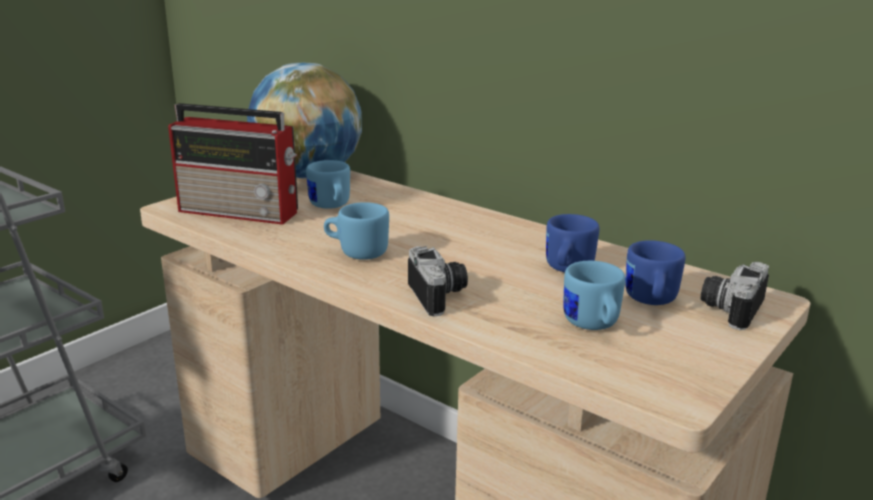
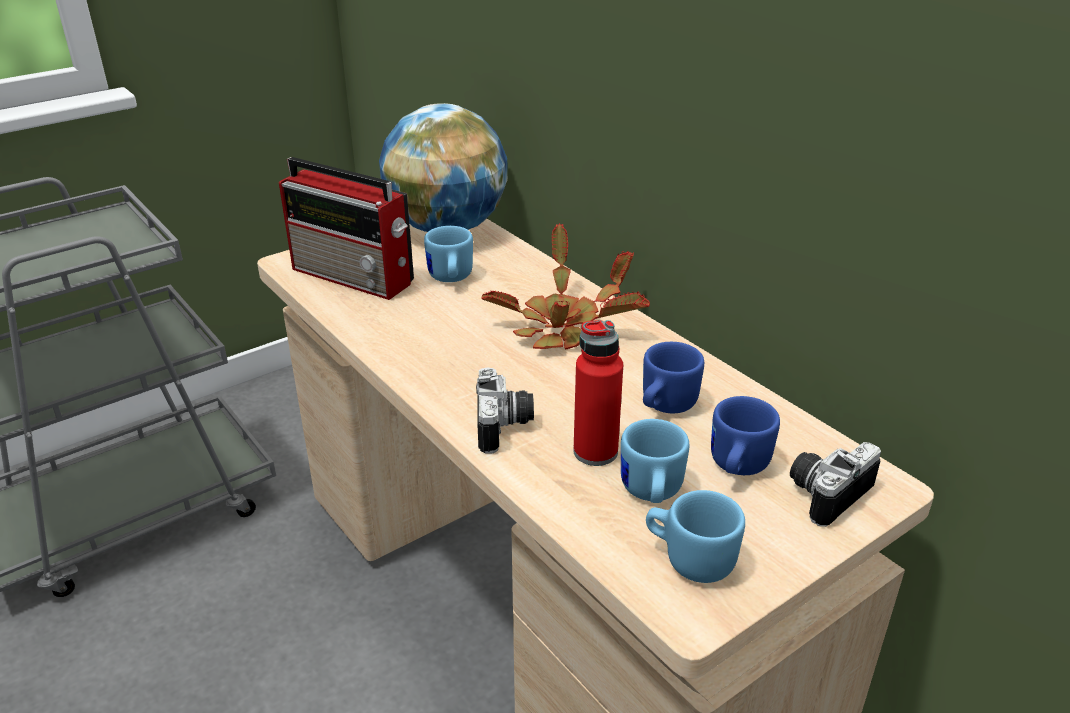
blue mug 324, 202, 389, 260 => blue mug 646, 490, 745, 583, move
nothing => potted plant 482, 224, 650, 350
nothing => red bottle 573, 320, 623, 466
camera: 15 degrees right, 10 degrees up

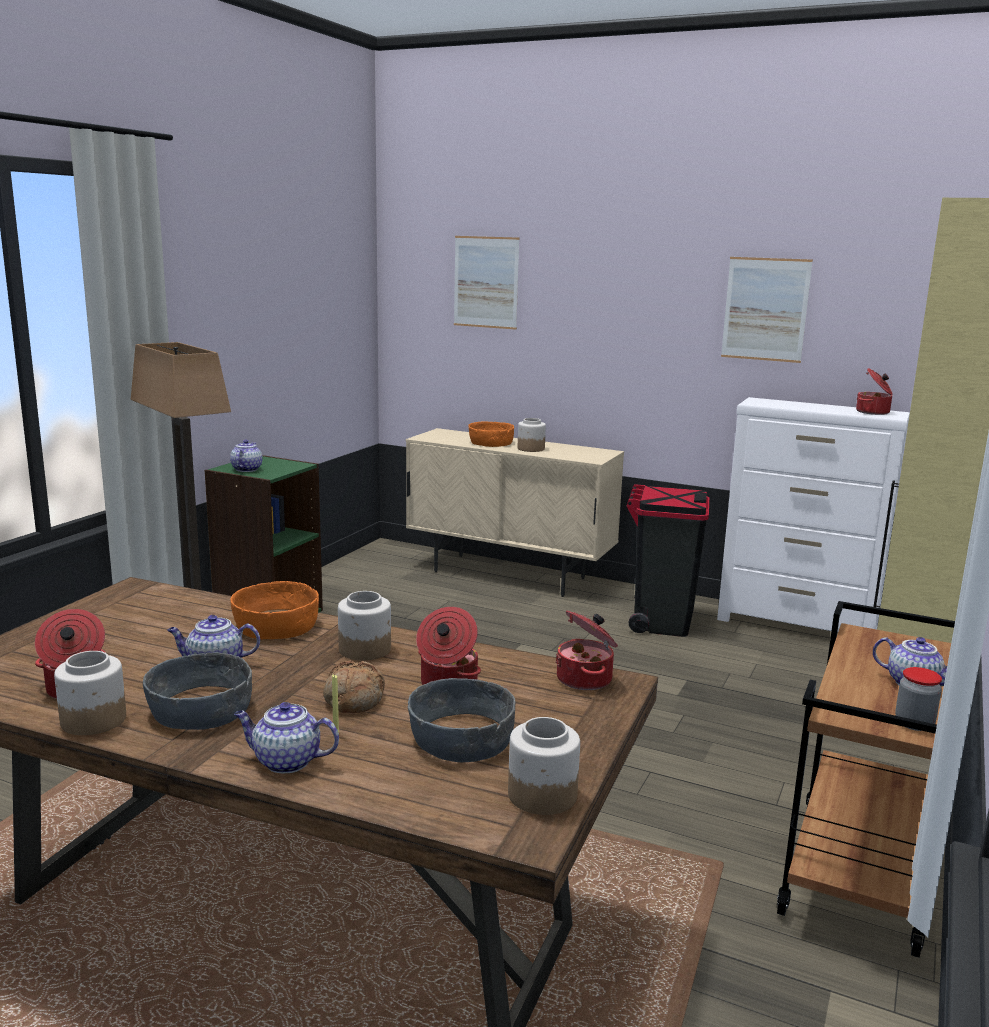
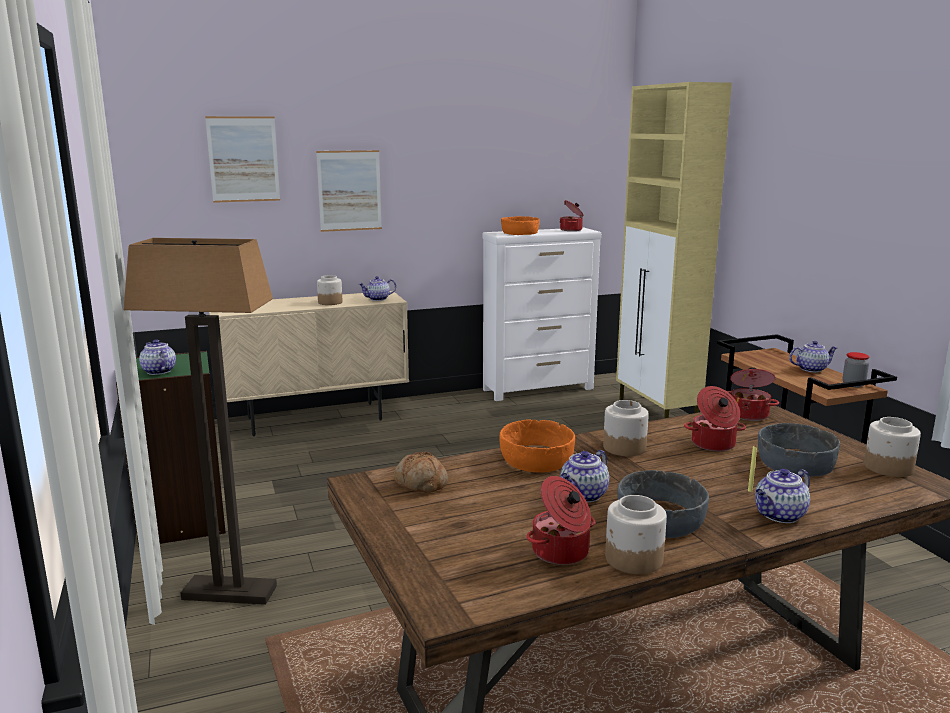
bread 323, 660, 385, 713 => bread 394, 452, 448, 493, move
orange bowl 469, 421, 514, 447 => orange bowl 501, 216, 539, 235, move
black trash can 626, 484, 709, 637 => nothing
picture 721, 257, 813, 363 => picture 316, 150, 382, 232, move
nothing => teapot 359, 276, 396, 301
camera: 45 degrees left, 0 degrees up

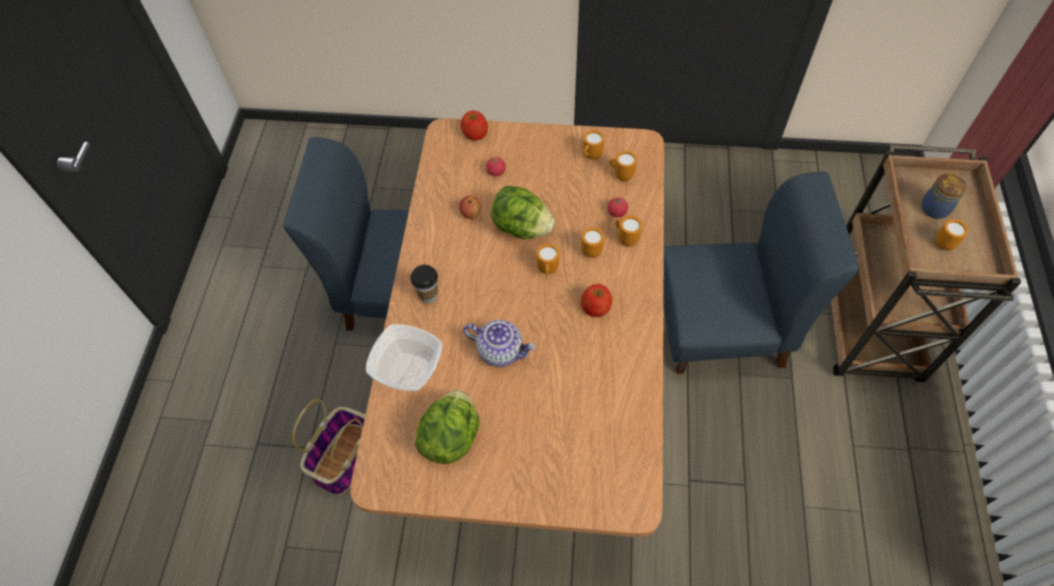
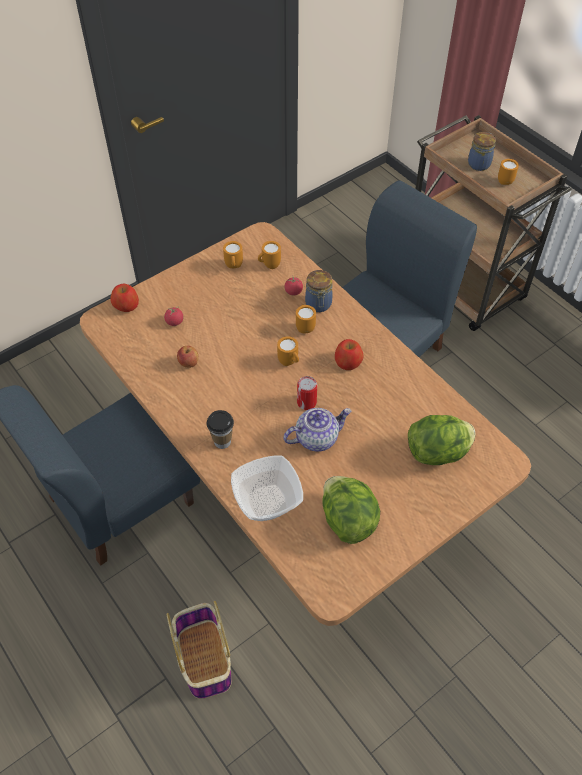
lettuce 491, 186, 555, 239 => lettuce 408, 415, 475, 465, move
orange mug 615, 216, 642, 247 => jar 305, 270, 332, 312
nothing => can 297, 376, 317, 410
camera: 45 degrees left, 5 degrees down

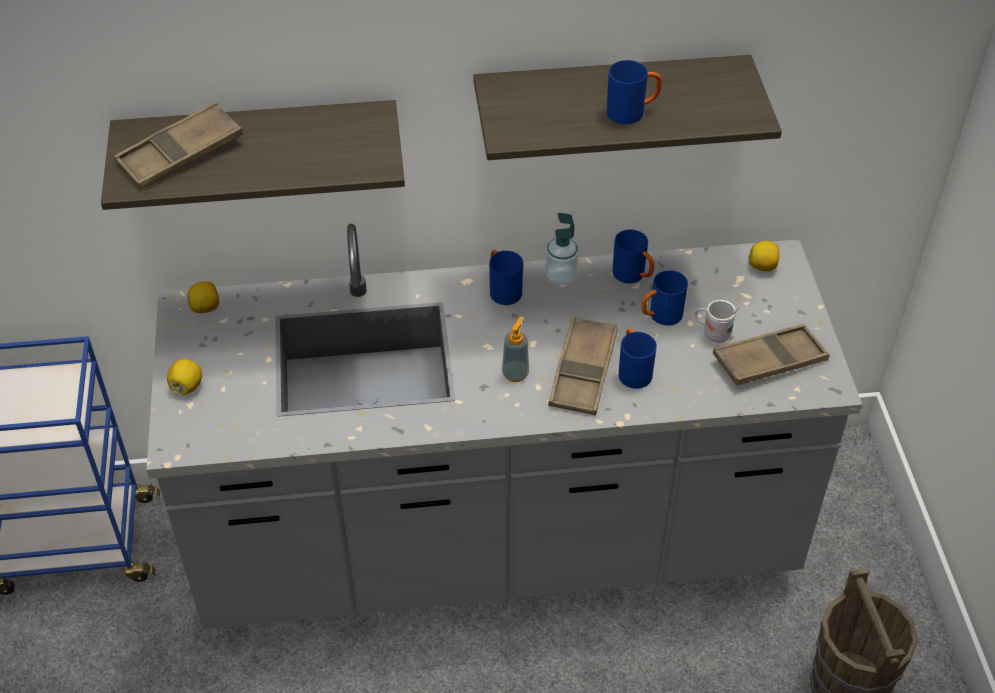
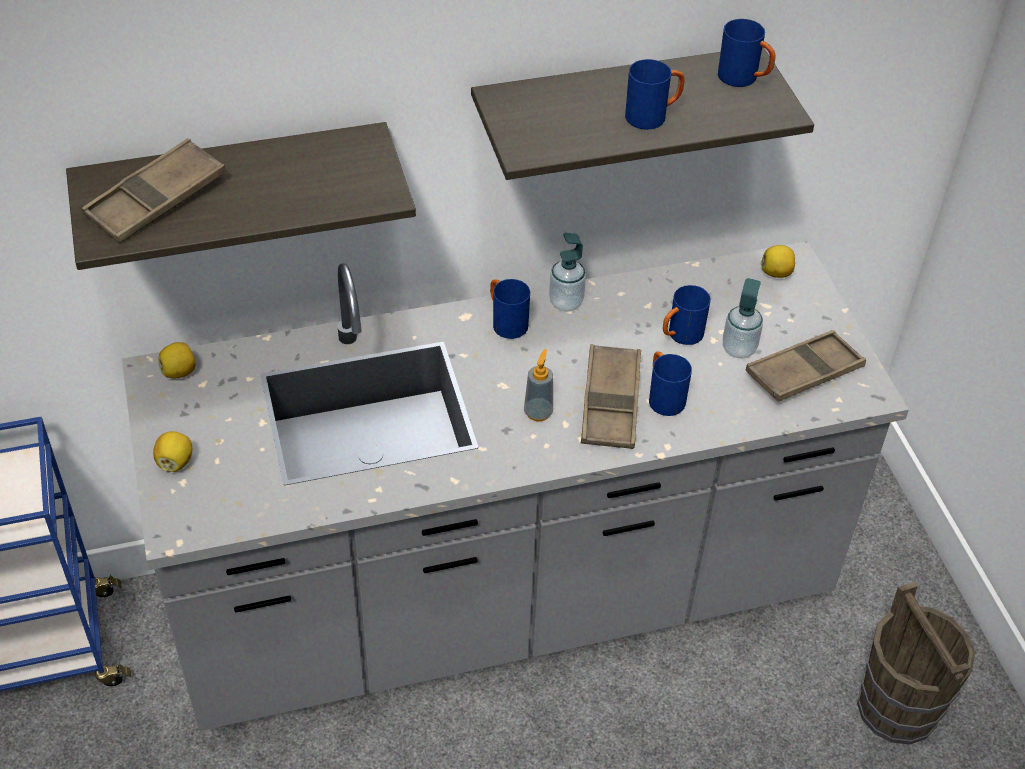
blue mug 613, 230, 654, 283 => blue mug 718, 19, 775, 87, move
white mug 694, 300, 739, 343 => soap dispenser 723, 278, 763, 359
camera: 10 degrees left, 0 degrees up

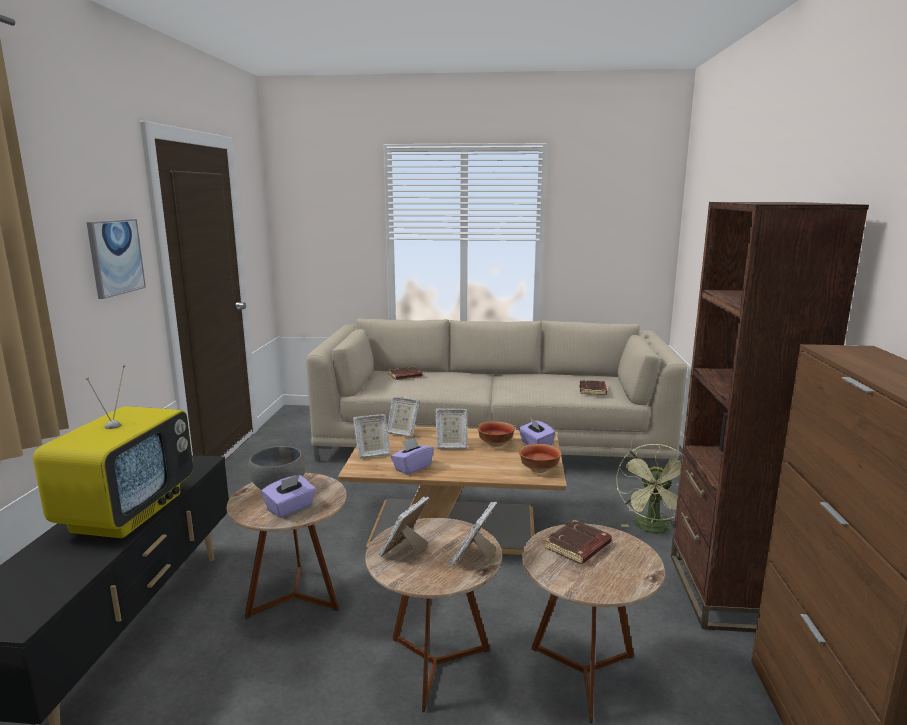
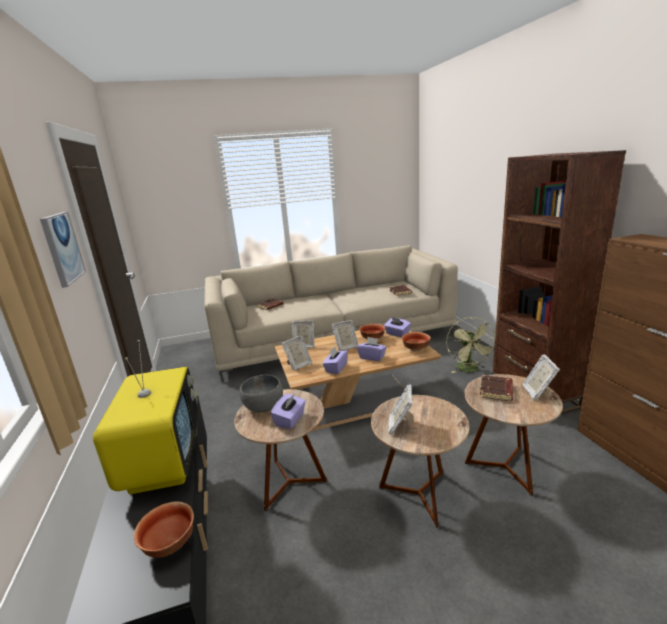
picture frame 450, 501, 497, 566 => picture frame 522, 354, 560, 401, move
nothing => bowl 134, 501, 194, 558
nothing => purple tissue box 357, 337, 387, 361
camera: 20 degrees left, 5 degrees up

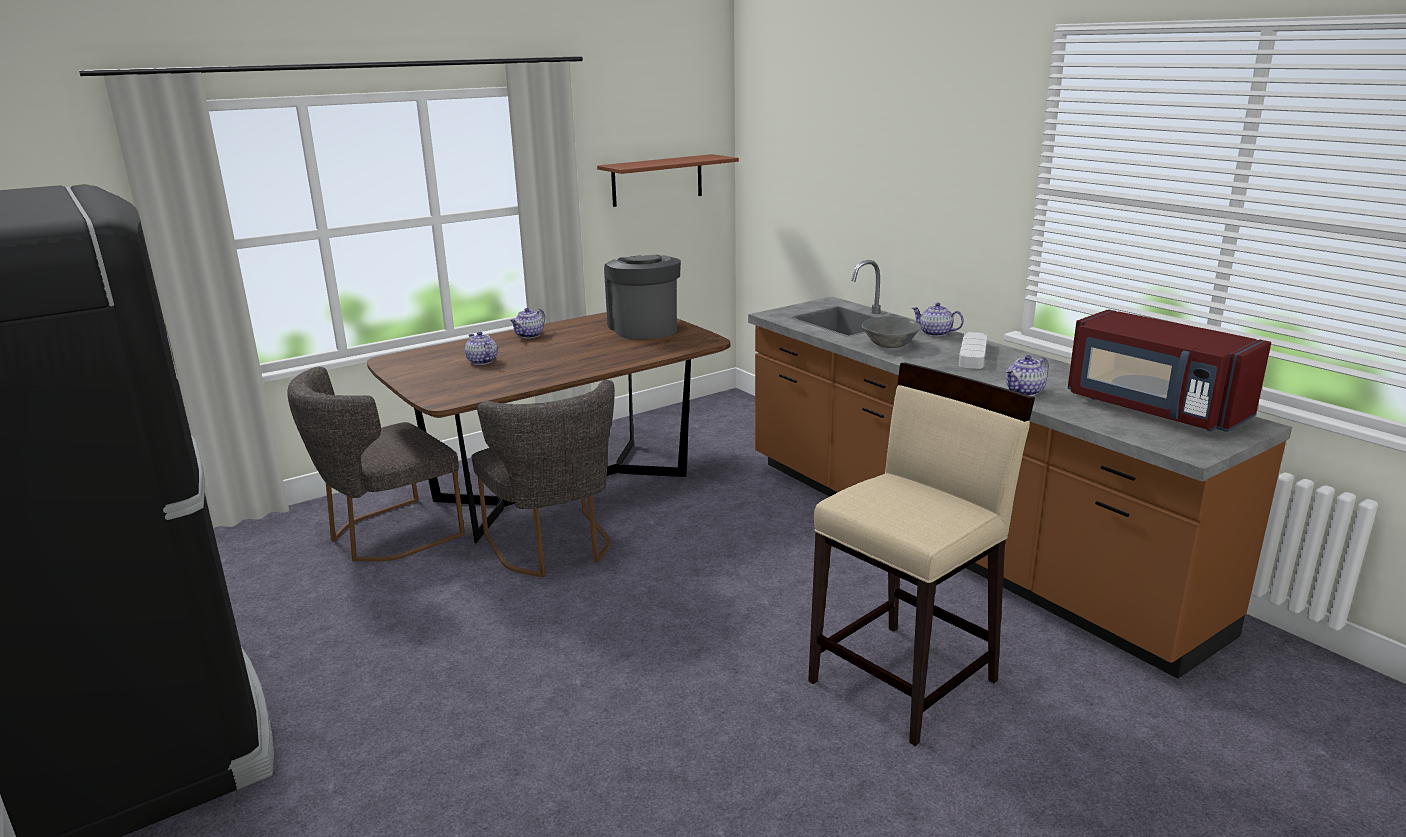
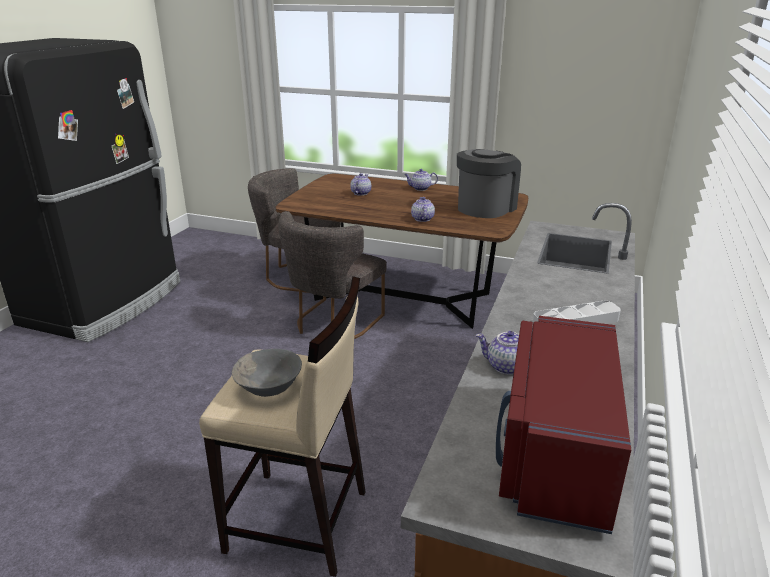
brown shelf 597, 154, 739, 207 => nothing
grey bowl 862, 316, 921, 348 => grey bowl 232, 349, 302, 397, move
teapot 912, 302, 964, 337 => teapot 411, 197, 435, 222, move
camera: 55 degrees right, 5 degrees up

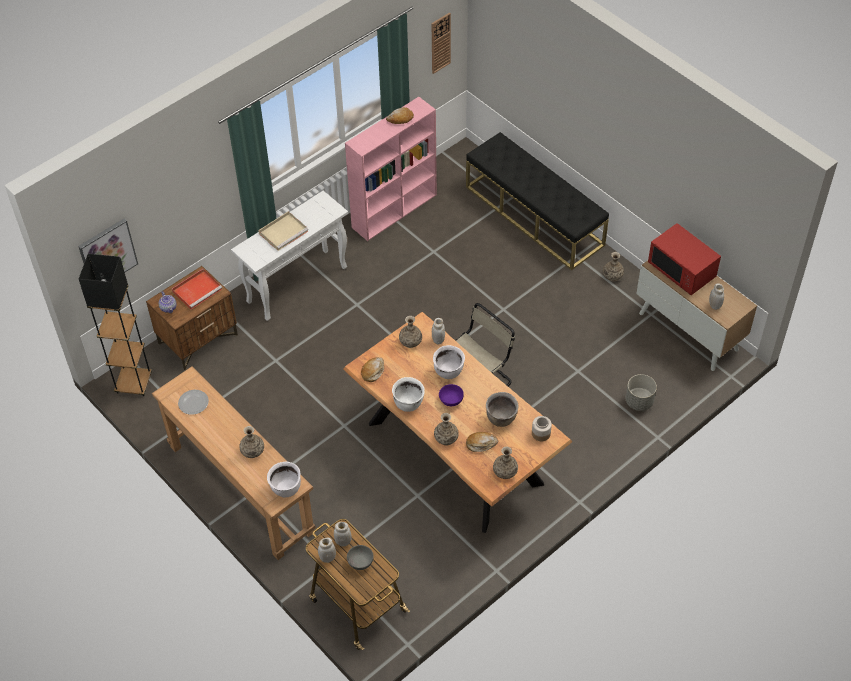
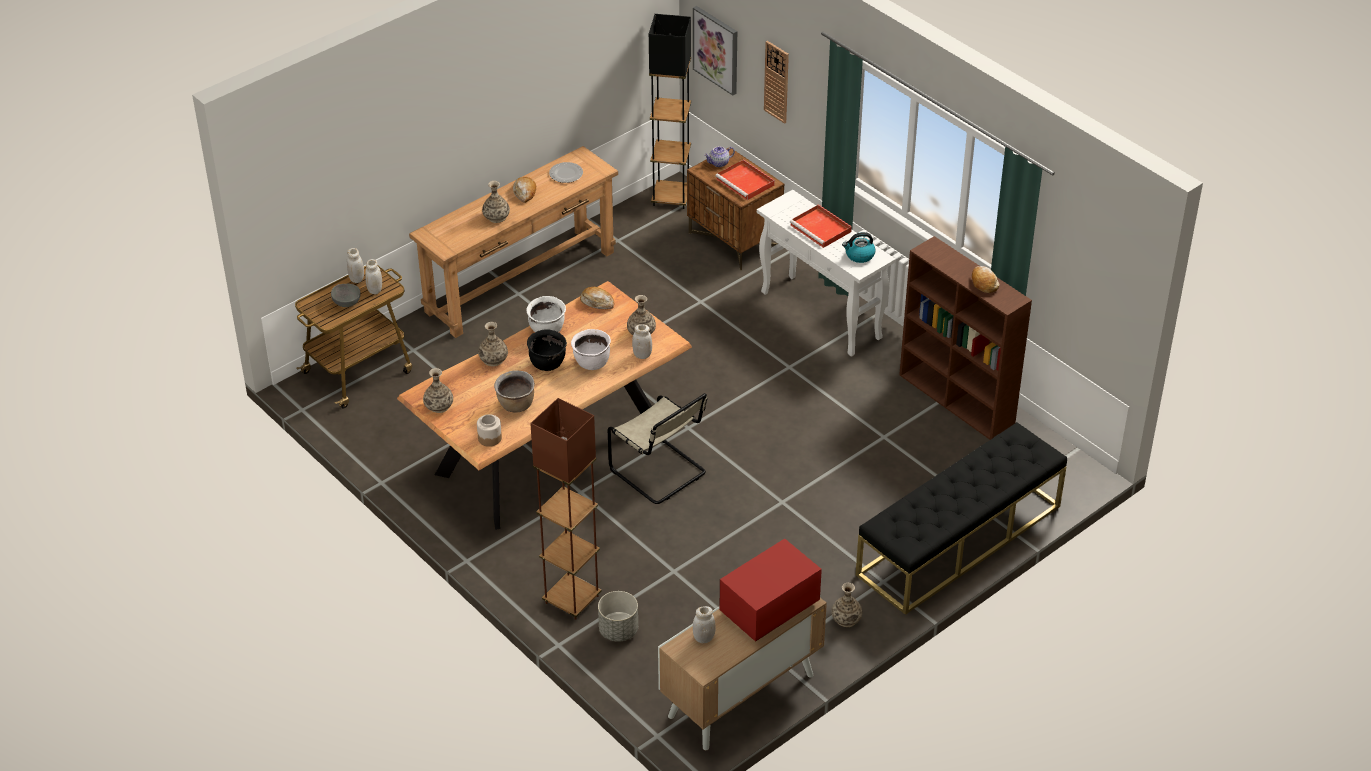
beige tray 258, 211, 308, 251 => red tray 790, 204, 852, 248
white cooking pot 267, 461, 301, 497 => nothing
pink bookcase 345, 97, 437, 241 => brown bookcase 899, 236, 1032, 440
wall clock 432, 12, 451, 74 => wall clock 764, 41, 789, 124, move
purple bowl 439, 384, 464, 406 => black cooking pot 527, 329, 567, 371
bread 466, 432, 498, 452 => bread 513, 177, 536, 203, move
nothing => brown floor lamp 530, 398, 602, 620
nothing => kettle 842, 232, 876, 263
camera: 90 degrees right, 10 degrees down

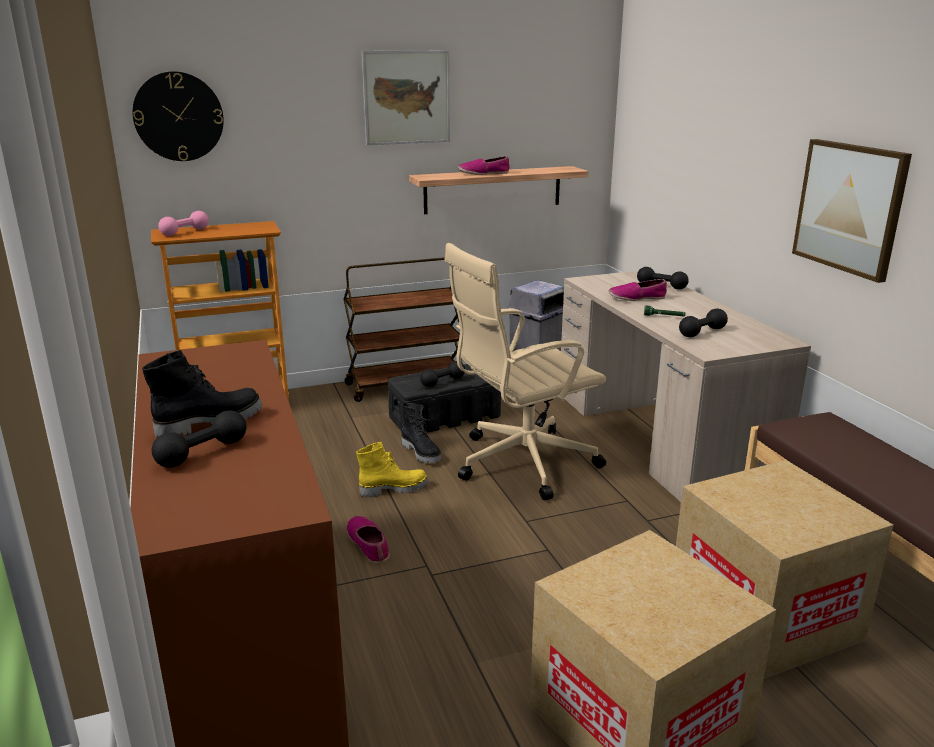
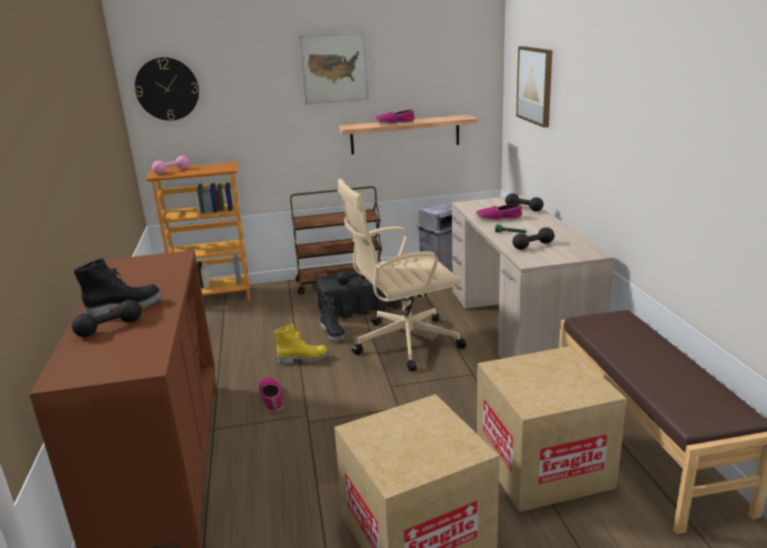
picture 792, 139, 912, 283 => picture 516, 46, 552, 128, move
camera: 10 degrees right, 0 degrees up

